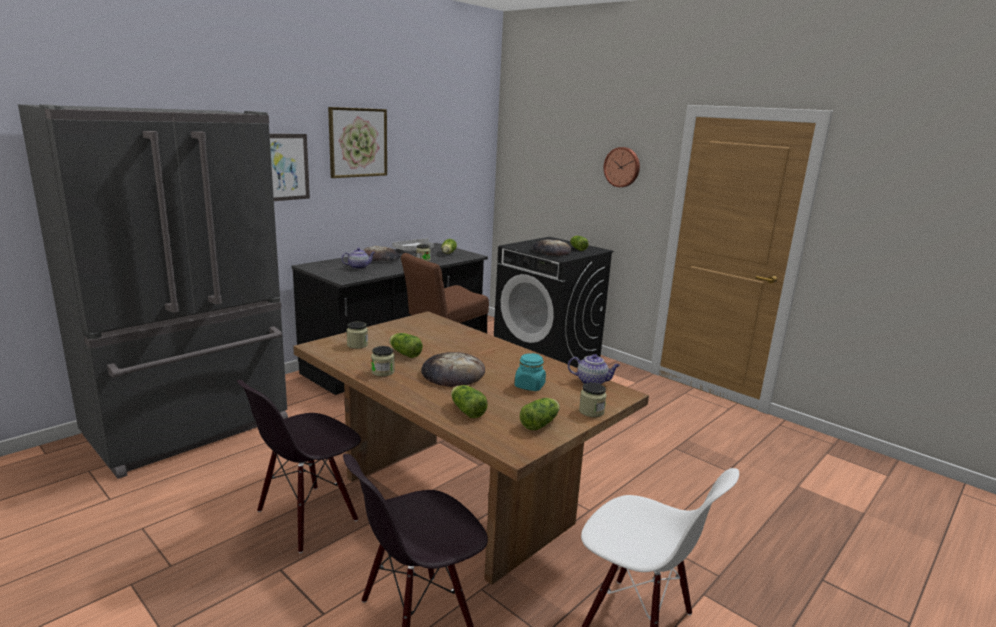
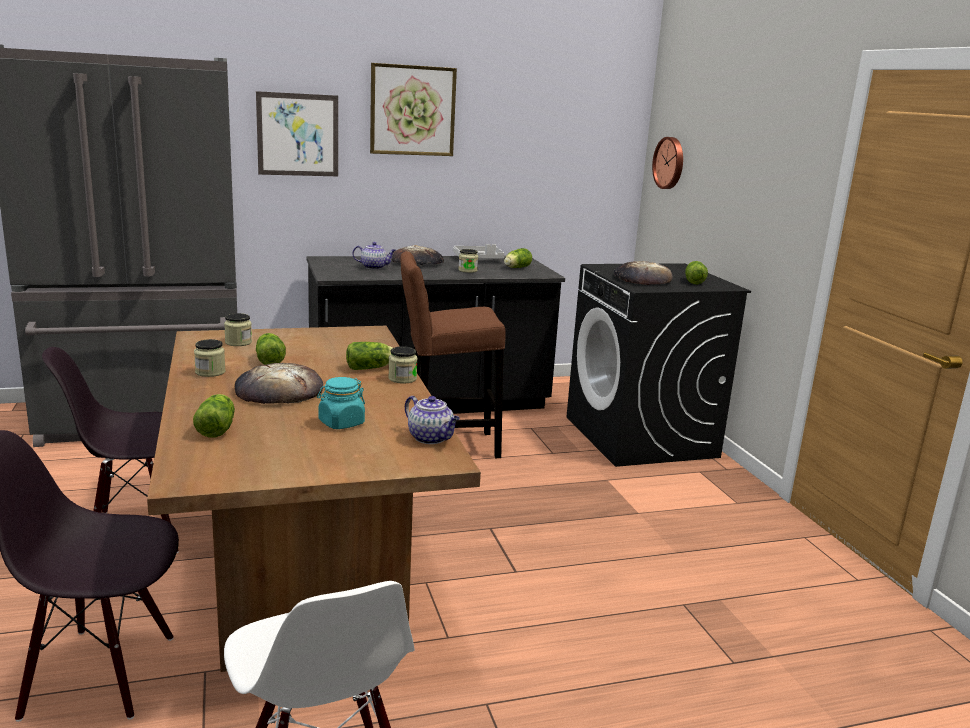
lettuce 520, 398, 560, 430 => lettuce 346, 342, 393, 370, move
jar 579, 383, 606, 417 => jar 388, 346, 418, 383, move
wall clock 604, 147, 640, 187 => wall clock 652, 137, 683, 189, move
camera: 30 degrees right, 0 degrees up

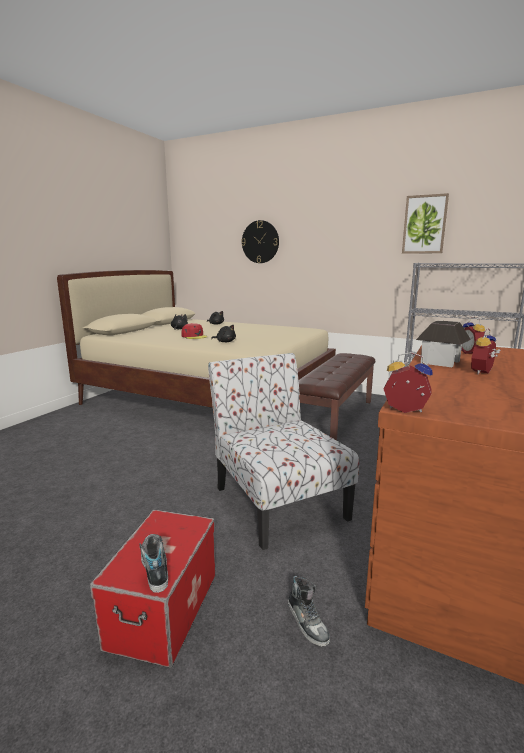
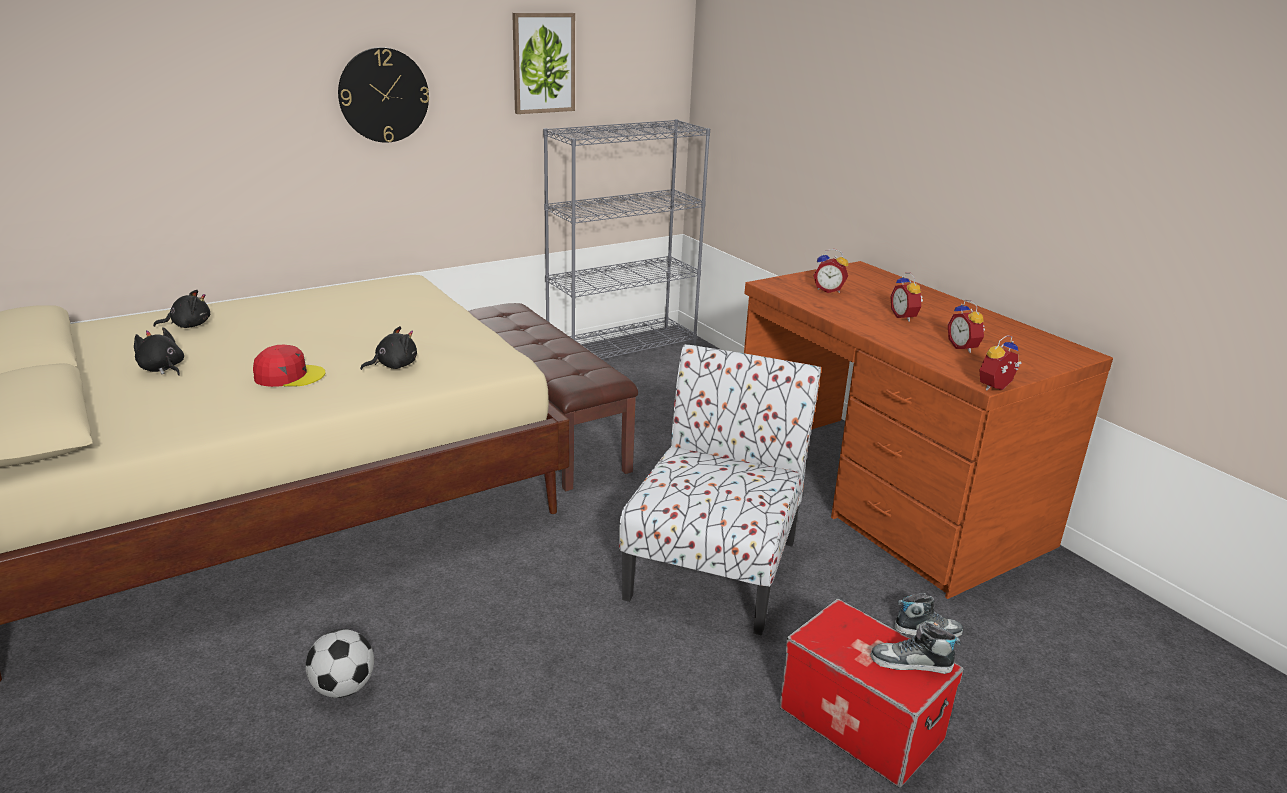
chair 208, 353, 359, 550 => chair 619, 344, 821, 635, 105 degrees clockwise
wall clock 241, 220, 279, 263 => wall clock 338, 47, 429, 143, move
toy house 416, 321, 471, 367 => nothing
nothing => football 306, 629, 374, 698
nothing => alarm clock 948, 300, 985, 353
camera: 60 degrees left, 10 degrees up

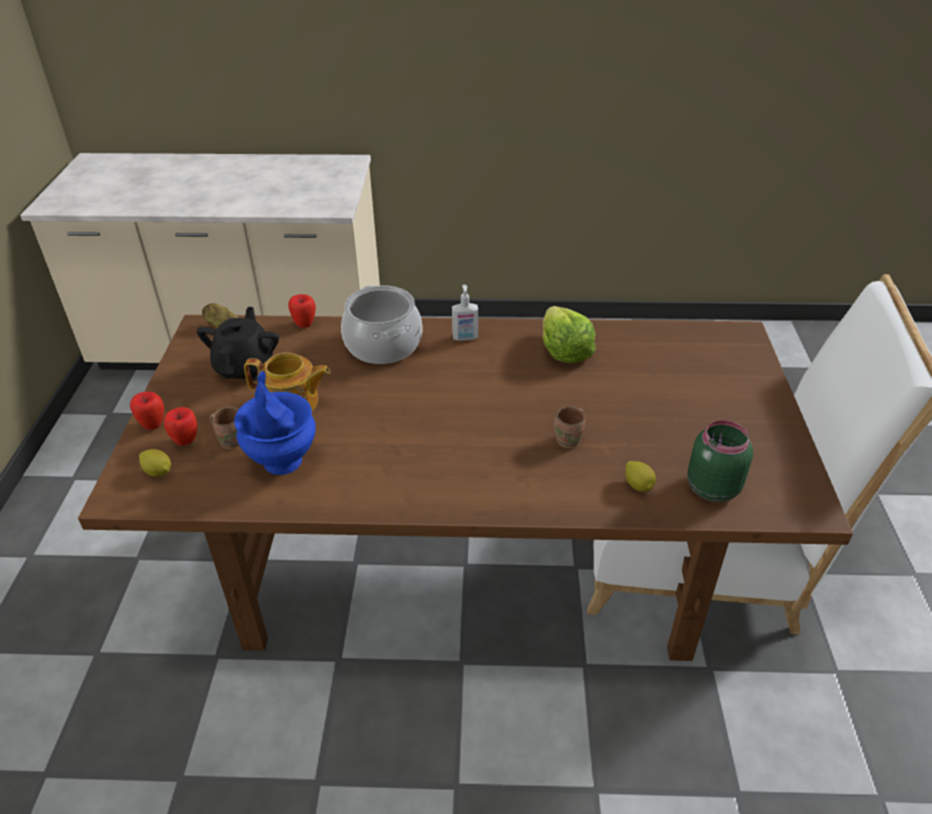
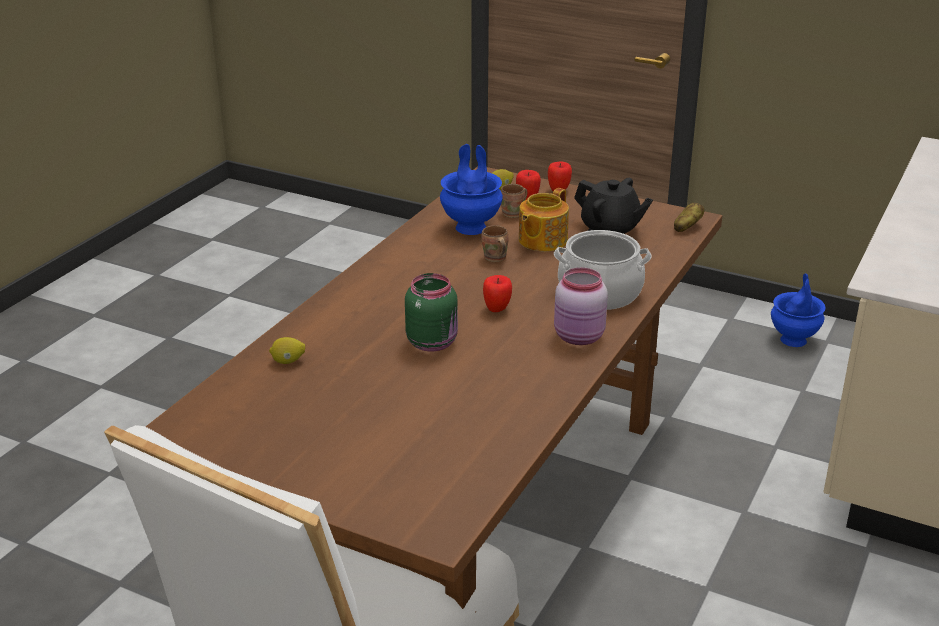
apple 288, 294, 316, 328 => apple 483, 275, 512, 312, move
soap dispenser 452, 285, 478, 341 => pink jar 554, 268, 608, 345
lettuce 543, 306, 596, 363 => nothing
brown mug 554, 406, 586, 448 => brown mug 481, 225, 509, 262, move
green jar 687, 420, 753, 502 => green jar 405, 273, 458, 351, move
nothing => blue vase 771, 274, 826, 347
camera: 115 degrees right, 10 degrees down

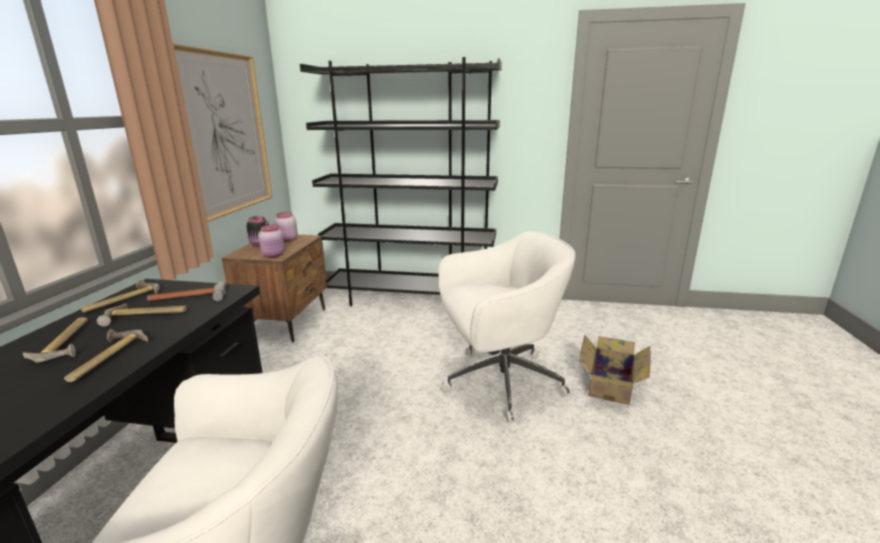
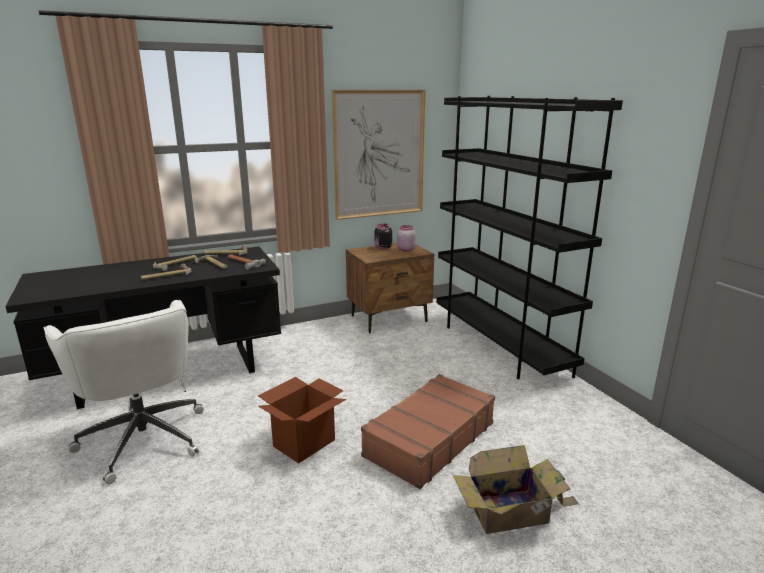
pink jar 259, 225, 285, 258 => nothing
white office chair 438, 231, 575, 422 => brown suitcase 361, 374, 495, 489
nothing => cardboard box 258, 377, 346, 463
camera: 55 degrees right, 0 degrees up

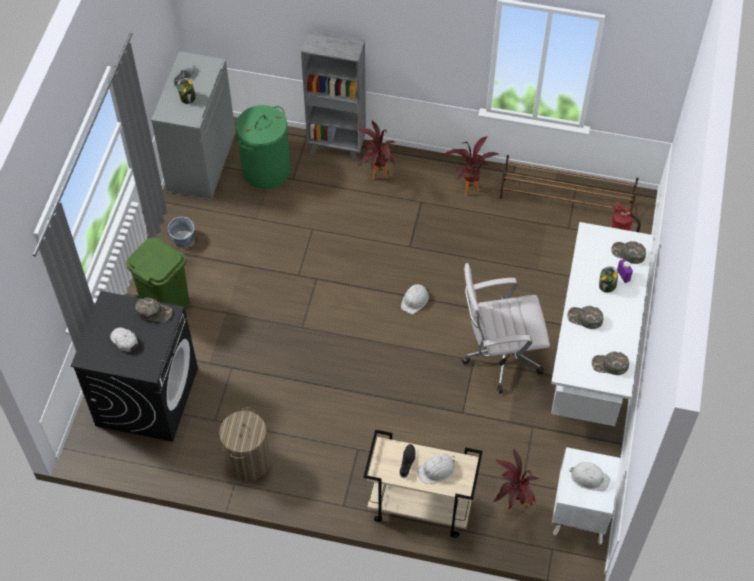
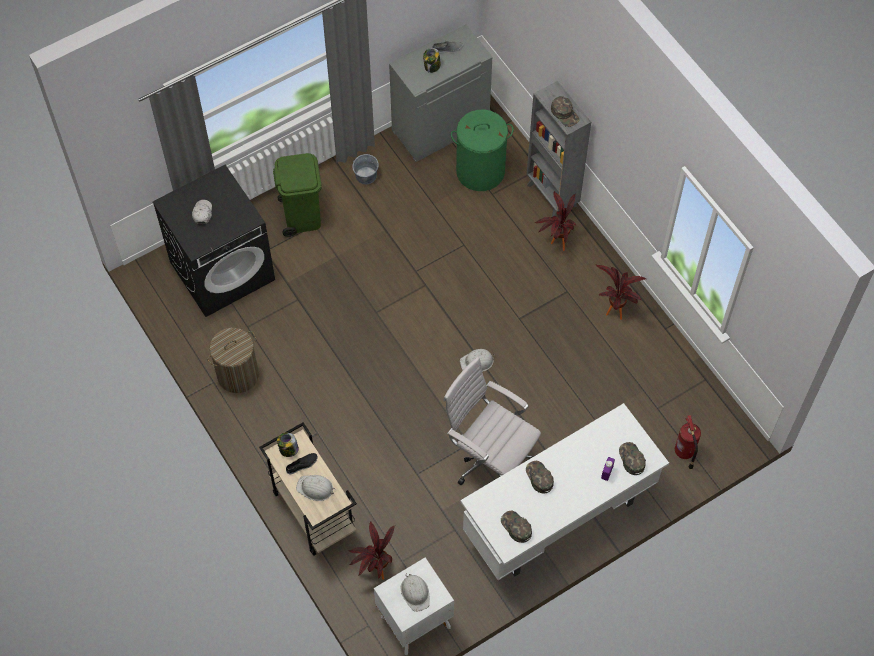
green cap 135, 297, 172, 322 => green cap 551, 96, 579, 127, move
brown shoe rack 500, 155, 639, 212 => nothing
jar 599, 266, 618, 293 => jar 277, 433, 299, 457, move
camera: 45 degrees right, 5 degrees up

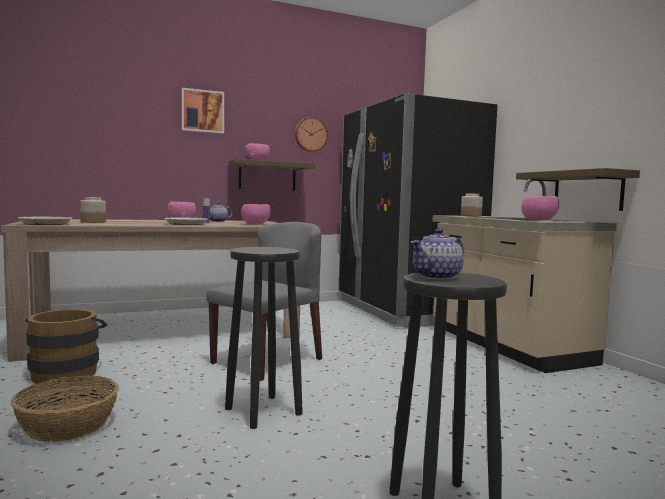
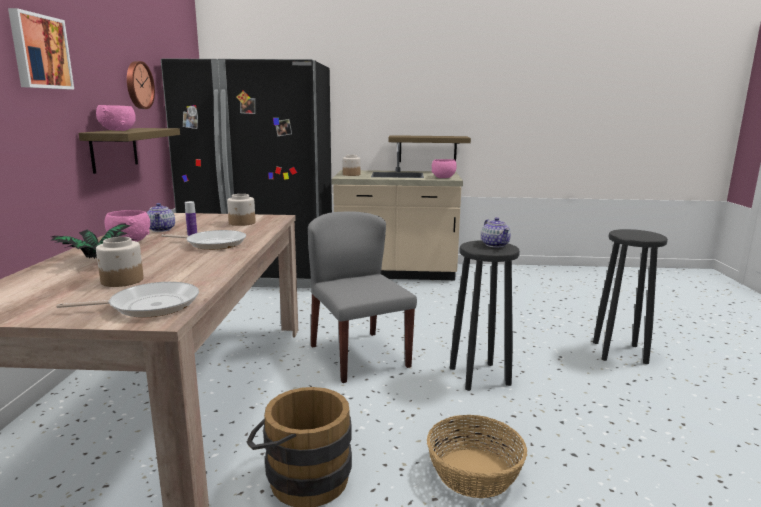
pink bowl 241, 204, 271, 224 => jar 227, 194, 256, 226
teapot 411, 229, 464, 280 => teapot 481, 217, 511, 248, move
nothing => potted plant 52, 223, 135, 259
camera: 65 degrees left, 10 degrees up

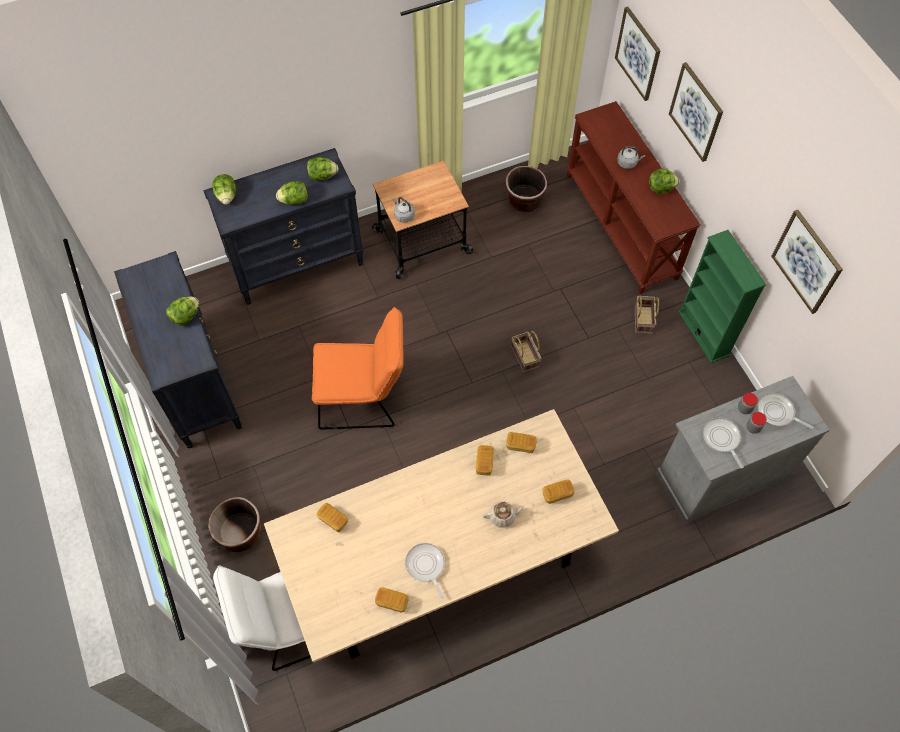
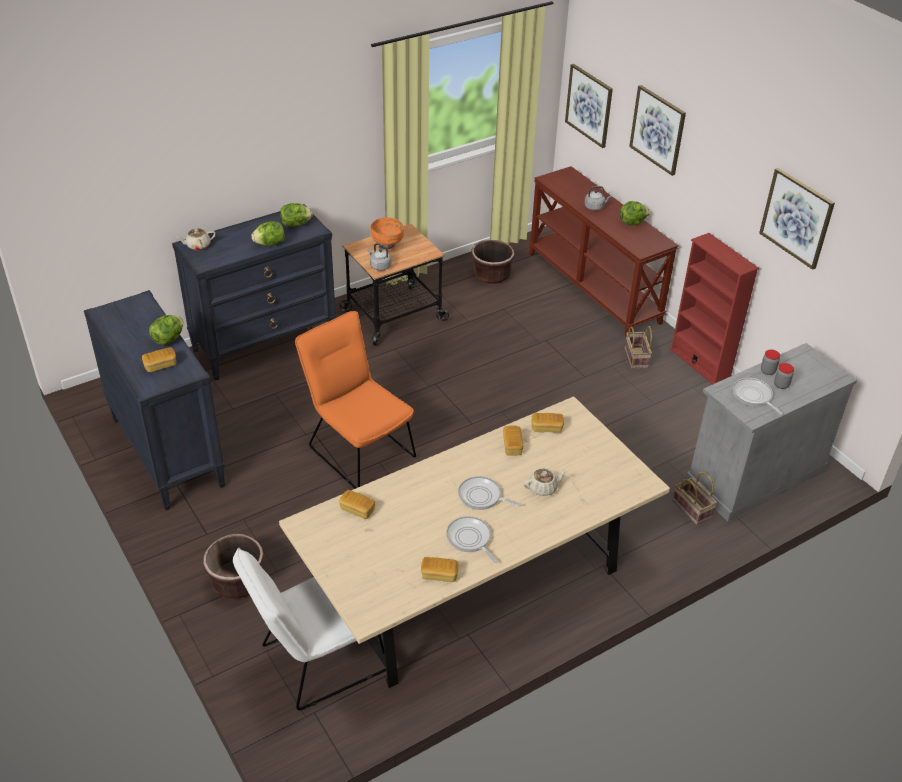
lettuce 212, 174, 236, 205 => beige teapot 177, 228, 216, 250
orange chair 312, 307, 404, 429 => orange chair 295, 311, 416, 489, 120 degrees counterclockwise
basket 511, 331, 541, 373 => basket 672, 472, 717, 525, move
bread 543, 480, 575, 504 => bread 142, 347, 176, 372, move
green bookcase 678, 230, 767, 363 => red bookcase 669, 233, 759, 385
frying pan 757, 393, 813, 429 => frying pan 458, 476, 522, 510, move
nothing => orange bowl 370, 218, 404, 252
camera: 10 degrees left, 20 degrees down

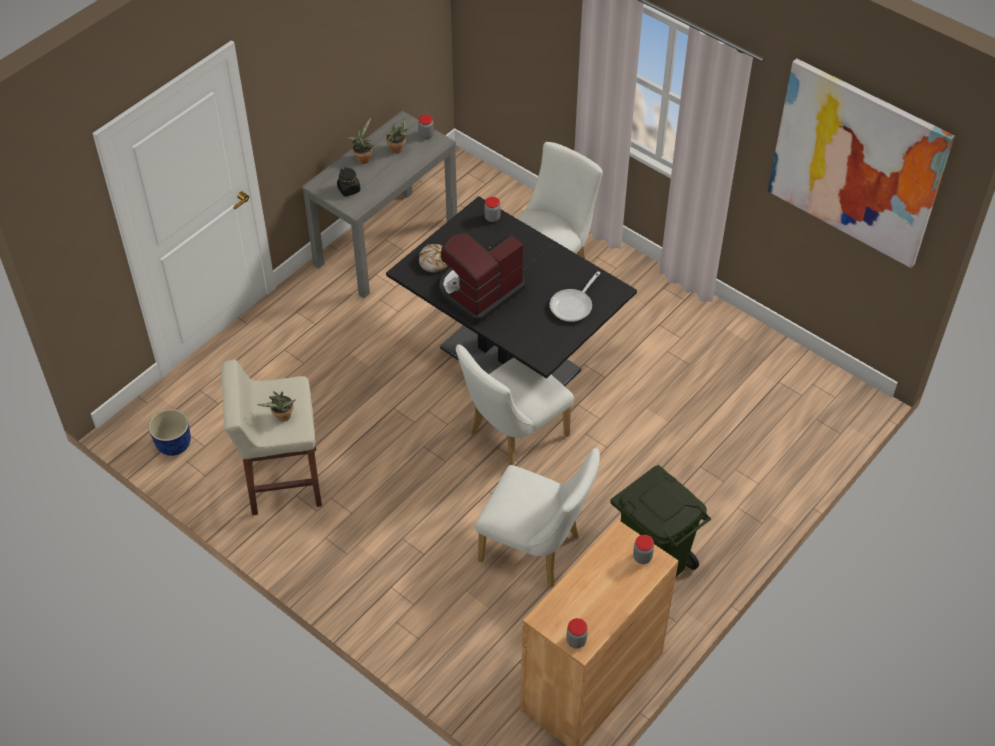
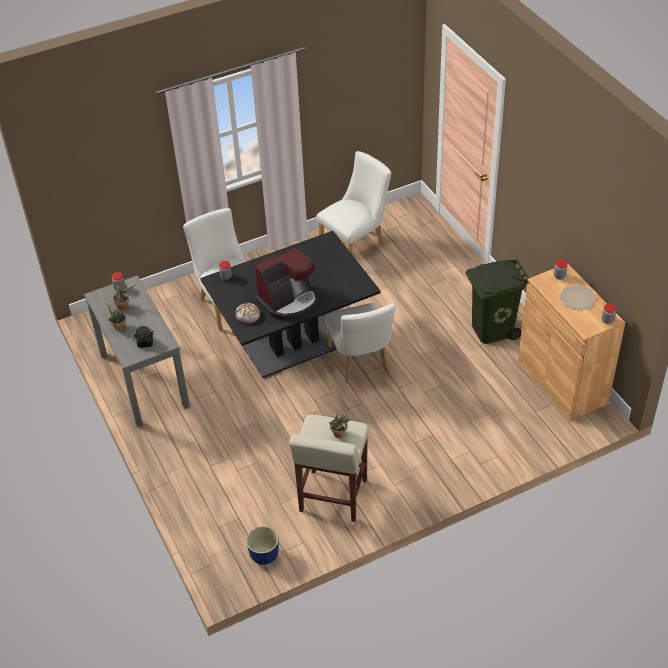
coffee machine 439, 233, 525, 322 => coffee machine 255, 248, 319, 320, 105 degrees counterclockwise
white chair 476, 448, 600, 587 => white chair 317, 151, 391, 255, move
frying pan 550, 271, 600, 322 => nothing
picture 768, 58, 955, 268 => nothing
nothing => plate 560, 285, 596, 310
camera: 65 degrees left, 5 degrees down

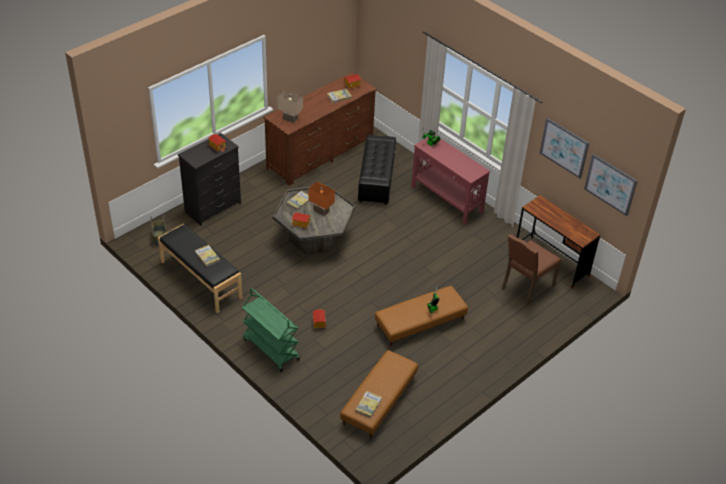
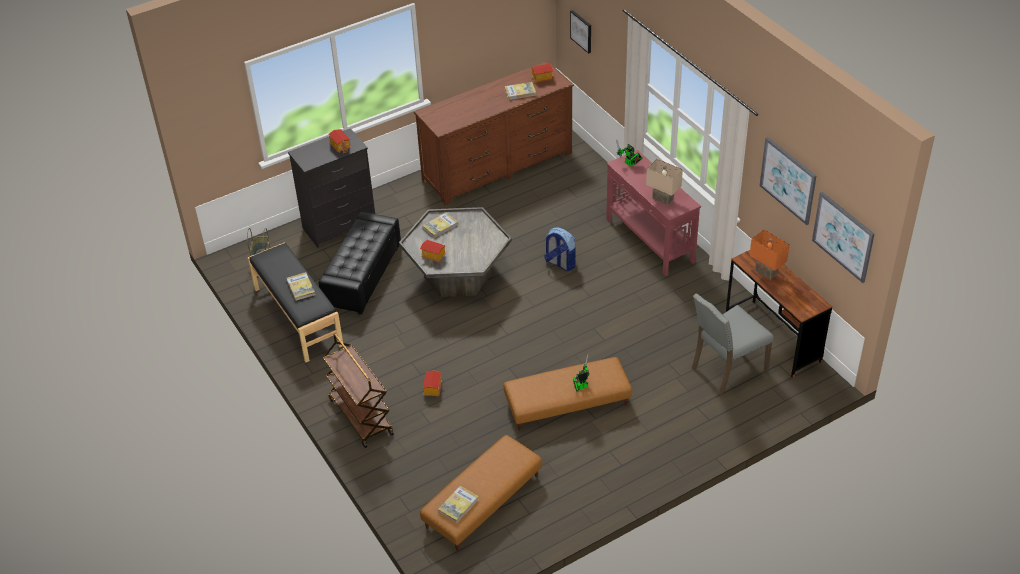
green cart 242, 288, 300, 372 => brown cart 323, 333, 394, 448
beige table lamp 277, 90, 303, 123 => beige table lamp 646, 159, 683, 205, move
orange table lamp 308, 181, 335, 216 => orange table lamp 749, 230, 790, 280, move
black ottoman 358, 135, 396, 205 => black ottoman 318, 212, 401, 315, move
brown chair 501, 234, 561, 306 => grey chair 691, 294, 774, 395
nothing => backpack 544, 227, 576, 271
nothing => picture 570, 10, 591, 54
camera: 15 degrees right, 0 degrees up

